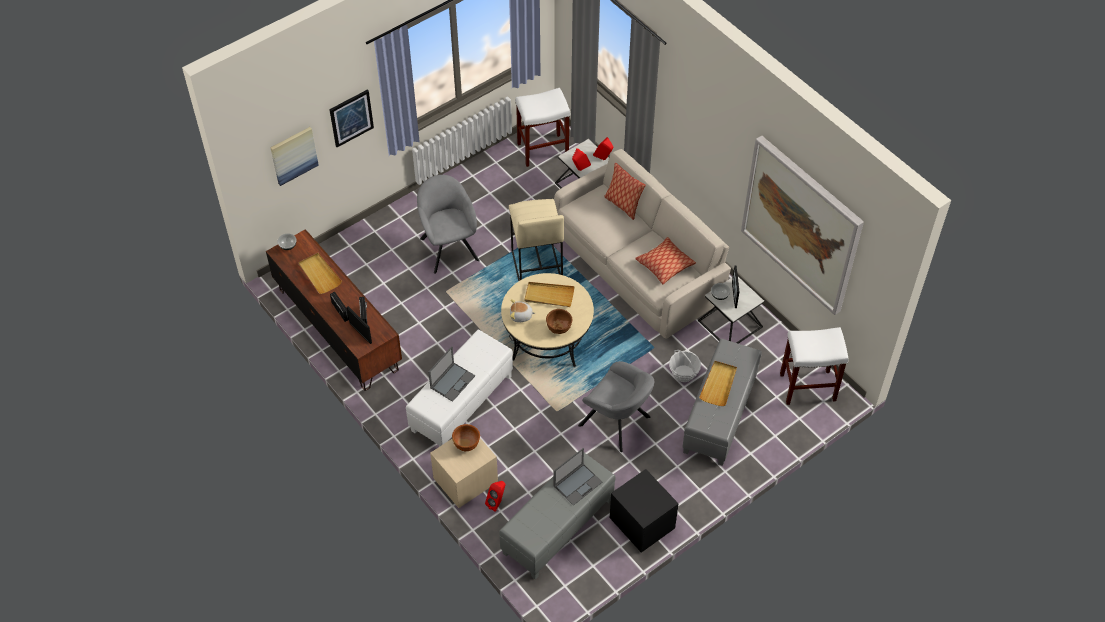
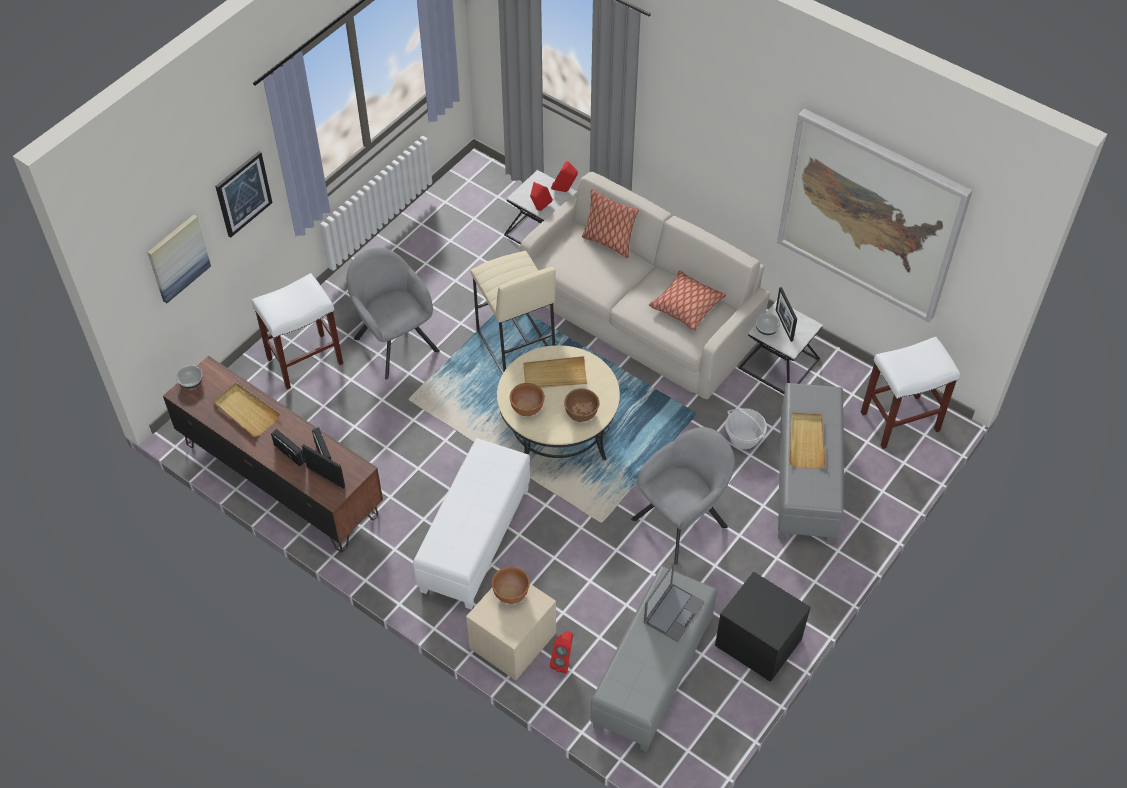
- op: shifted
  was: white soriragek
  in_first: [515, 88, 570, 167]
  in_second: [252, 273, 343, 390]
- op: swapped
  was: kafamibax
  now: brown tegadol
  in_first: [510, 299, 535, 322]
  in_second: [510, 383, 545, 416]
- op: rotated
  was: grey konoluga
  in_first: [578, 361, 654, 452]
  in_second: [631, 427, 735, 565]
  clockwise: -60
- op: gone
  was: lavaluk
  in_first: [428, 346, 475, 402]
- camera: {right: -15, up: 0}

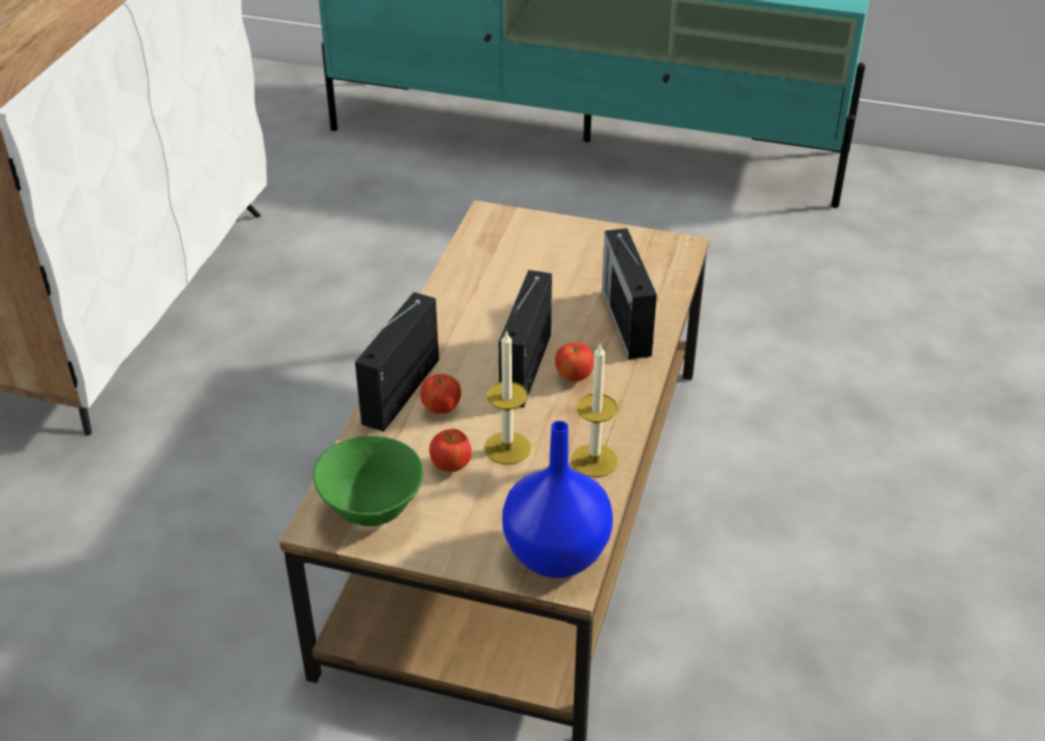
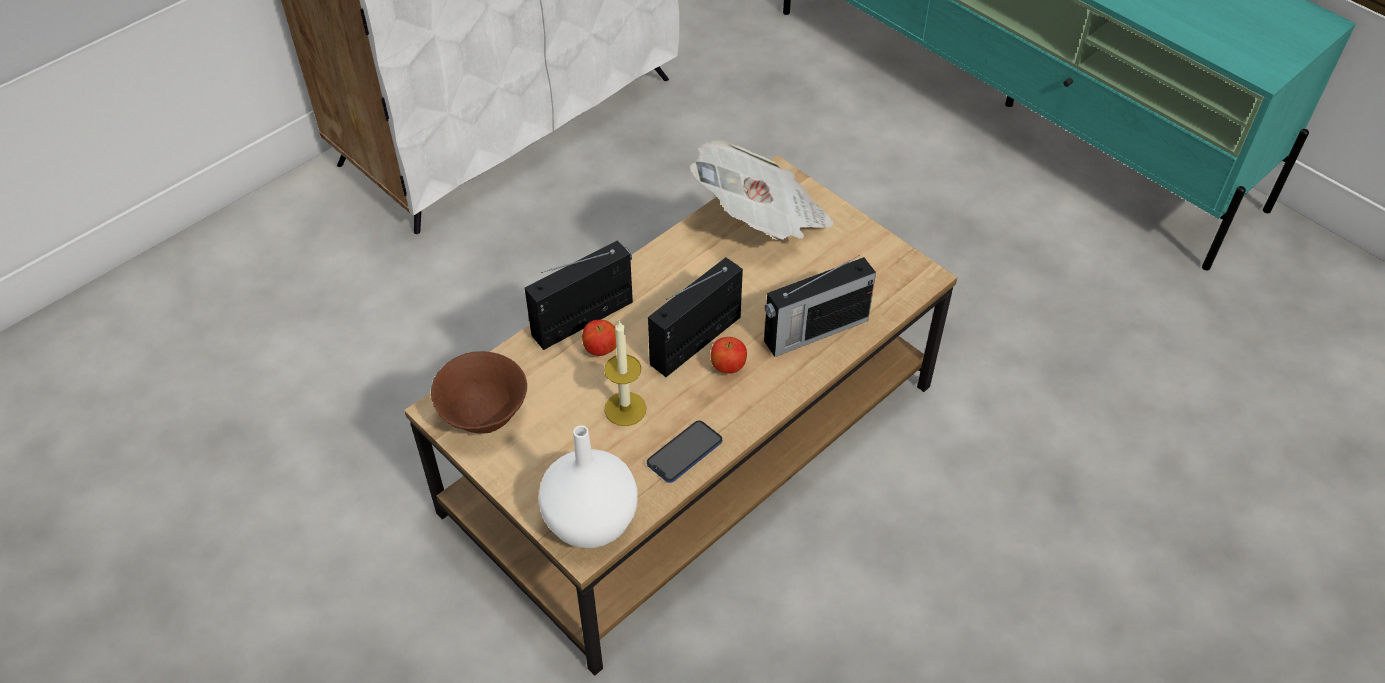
- op: repainted
  was: green tegadol
  now: brown tegadol
  in_first: [313, 436, 423, 526]
  in_second: [431, 351, 527, 434]
- op: repainted
  was: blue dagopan
  now: white dagopan
  in_first: [502, 421, 613, 578]
  in_second: [538, 425, 638, 548]
- op: swapped
  was: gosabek
  now: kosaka
  in_first: [571, 343, 618, 478]
  in_second: [647, 420, 722, 483]
- op: new
  now: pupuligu
  in_second: [689, 140, 833, 240]
- op: rotated
  was: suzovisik
  in_first: [602, 228, 657, 359]
  in_second: [764, 255, 876, 357]
  clockwise: -135
- op: gone
  was: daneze
  in_first: [429, 429, 472, 472]
- camera: {right: 30, up: 10}

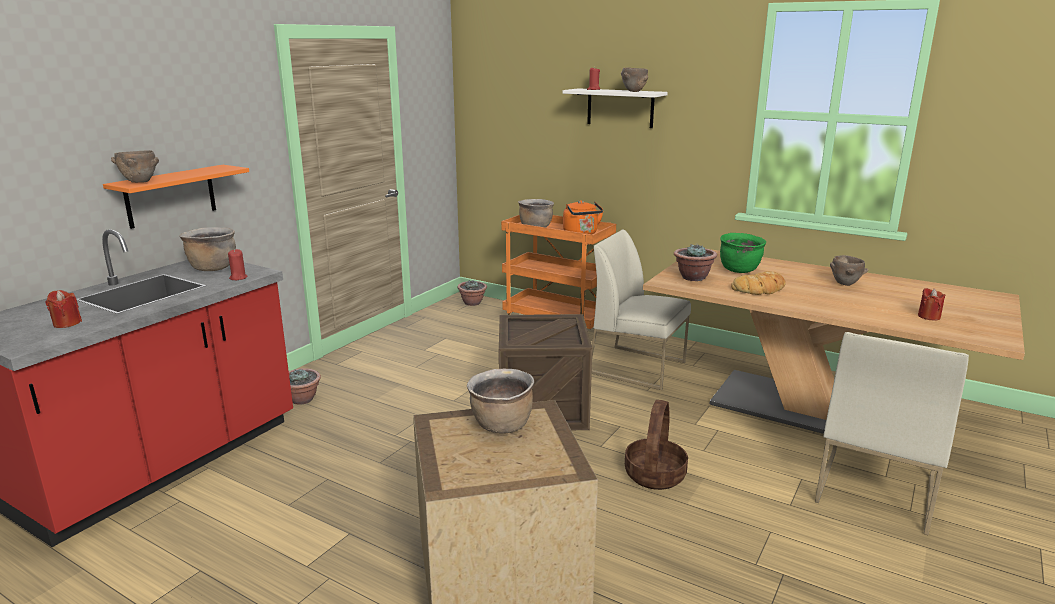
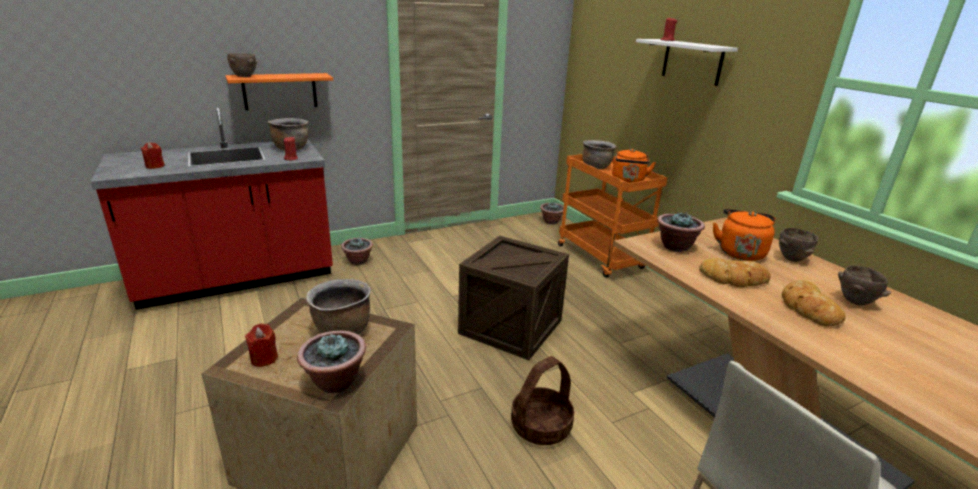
- op: shifted
  was: red gosabek
  in_first: [918, 288, 945, 320]
  in_second: [245, 323, 278, 367]
- op: new
  now: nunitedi
  in_second: [297, 330, 366, 393]
- op: swapped
  was: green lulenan
  now: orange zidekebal
  in_first: [720, 233, 766, 273]
  in_second: [713, 209, 775, 261]
- op: shifted
  was: brown tegadol
  in_first: [621, 67, 648, 92]
  in_second: [779, 228, 818, 262]
- op: new
  now: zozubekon
  in_second: [782, 280, 845, 326]
- op: gone
  was: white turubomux
  in_first: [592, 229, 691, 390]
- camera: {right: 30, up: 5}

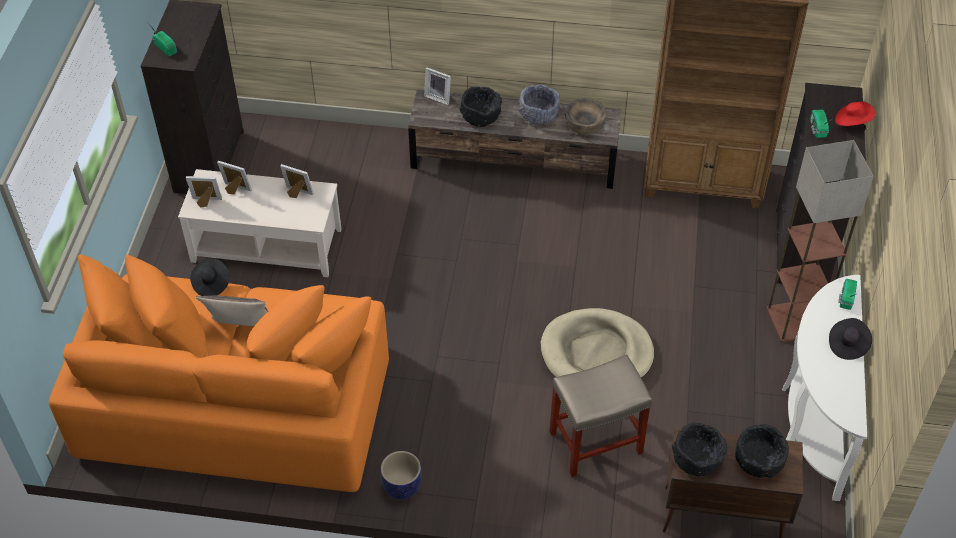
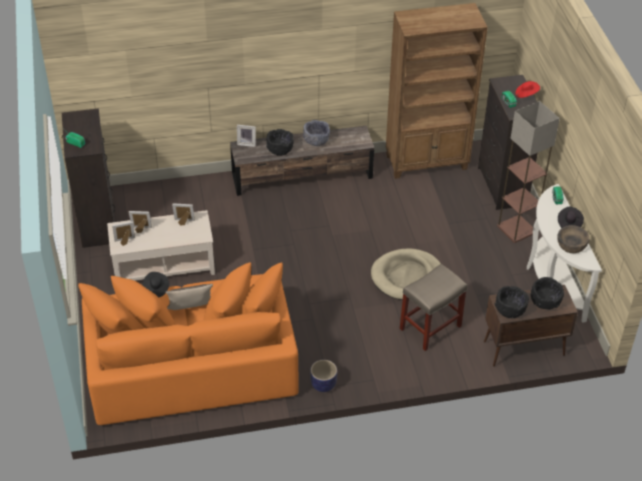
- op: shifted
  was: brown tegadol
  in_first: [565, 98, 607, 135]
  in_second: [557, 225, 589, 253]
- camera: {right: -20, up: -5}

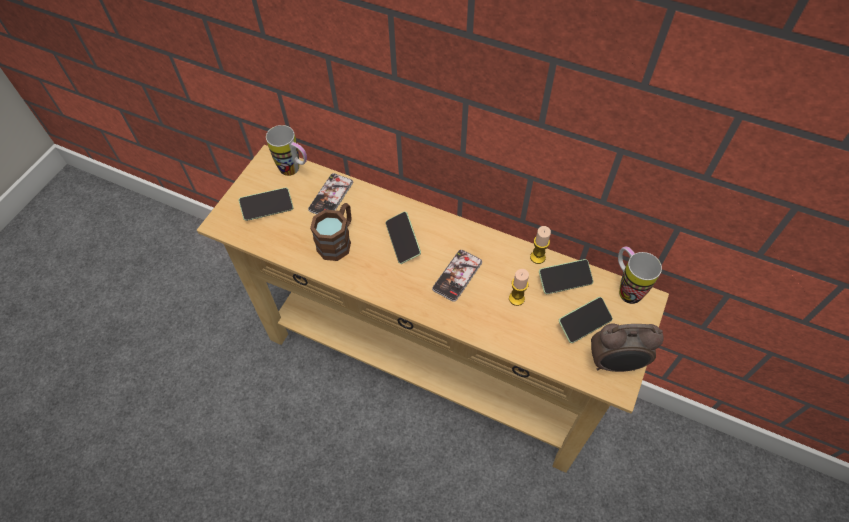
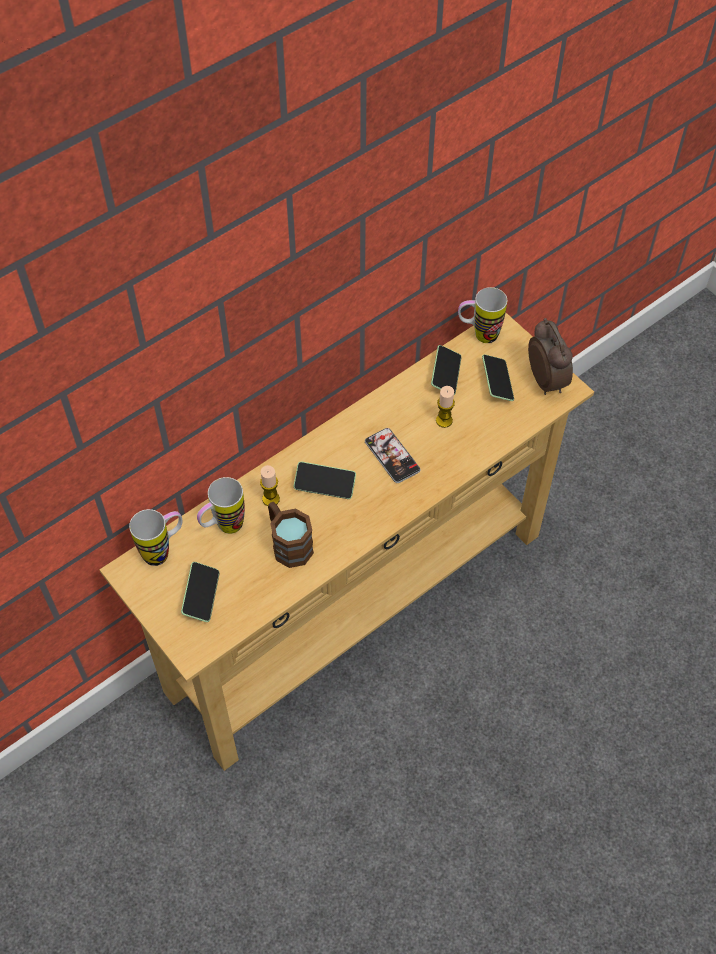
- op: swapped
  was: kosaka
  now: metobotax
  in_first: [308, 173, 353, 214]
  in_second: [197, 477, 245, 534]
- op: shifted
  was: gosabek
  in_first: [530, 226, 551, 264]
  in_second: [260, 465, 280, 506]
- op: rotated
  was: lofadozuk
  in_first: [591, 324, 664, 372]
  in_second: [528, 318, 573, 395]
  clockwise: -45
- camera: {right: -65, up: 0}

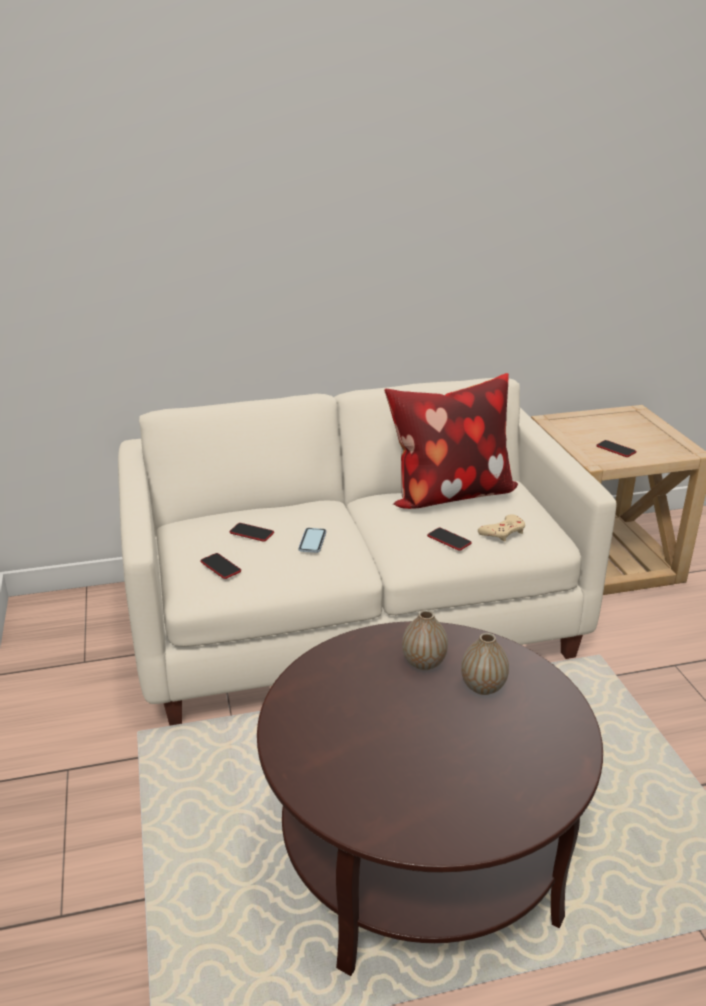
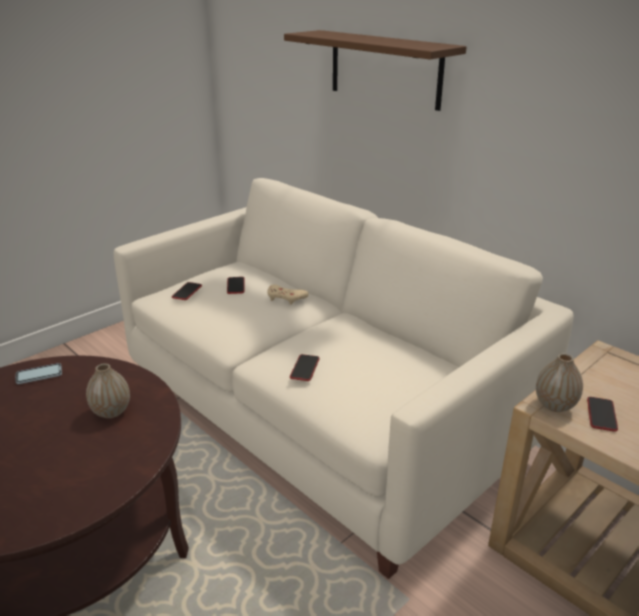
- op: shifted
  was: kosaka
  in_first: [298, 528, 326, 553]
  in_second: [16, 363, 62, 384]
- op: shifted
  was: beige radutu
  in_first: [478, 514, 525, 542]
  in_second: [267, 285, 309, 305]
- op: new
  now: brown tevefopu
  in_second: [284, 30, 466, 111]
- op: shifted
  was: dagopan
  in_first: [461, 633, 509, 695]
  in_second: [536, 353, 583, 412]
- op: gone
  was: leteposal
  in_first: [384, 373, 518, 509]
- camera: {right: 60, up: 0}

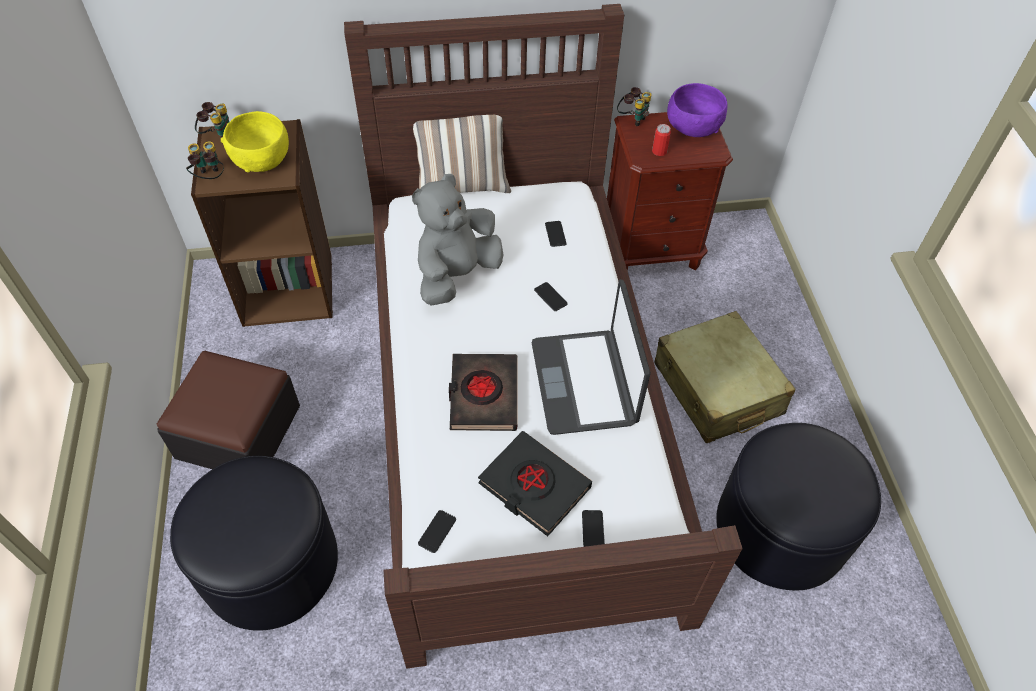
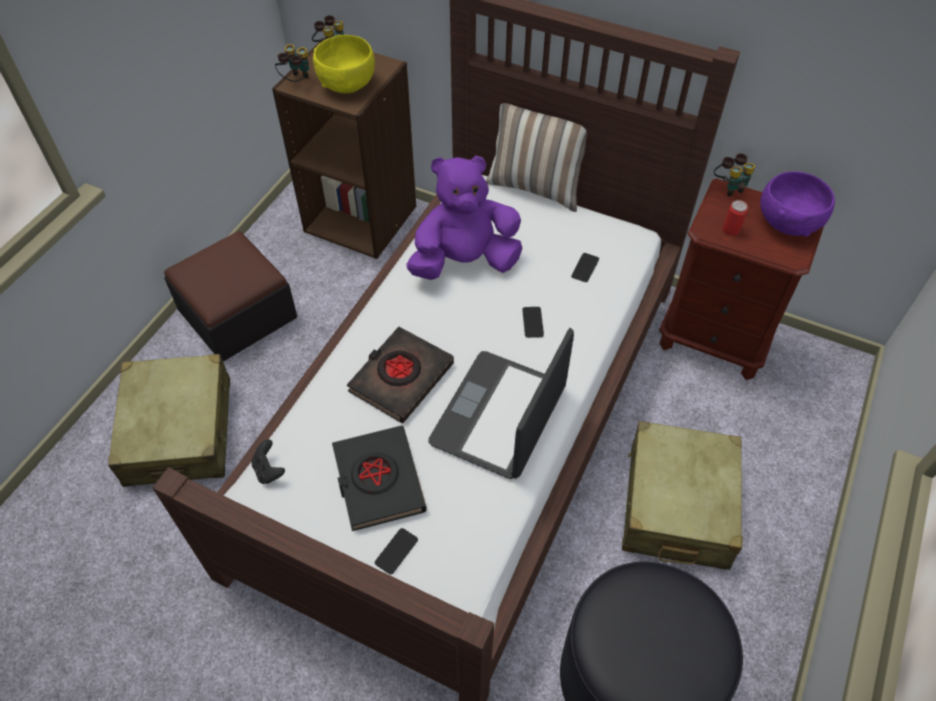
- op: swapped
  was: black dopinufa
  now: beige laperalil
  in_first: [170, 456, 338, 631]
  in_second: [108, 354, 230, 487]
- op: swapped
  was: kosaka
  now: black radutu
  in_first: [418, 510, 456, 553]
  in_second: [251, 440, 285, 484]
- op: repainted
  was: grey kafamibax
  now: purple kafamibax
  in_first: [412, 174, 504, 305]
  in_second: [406, 156, 523, 280]
- camera: {right: 35, up: 0}

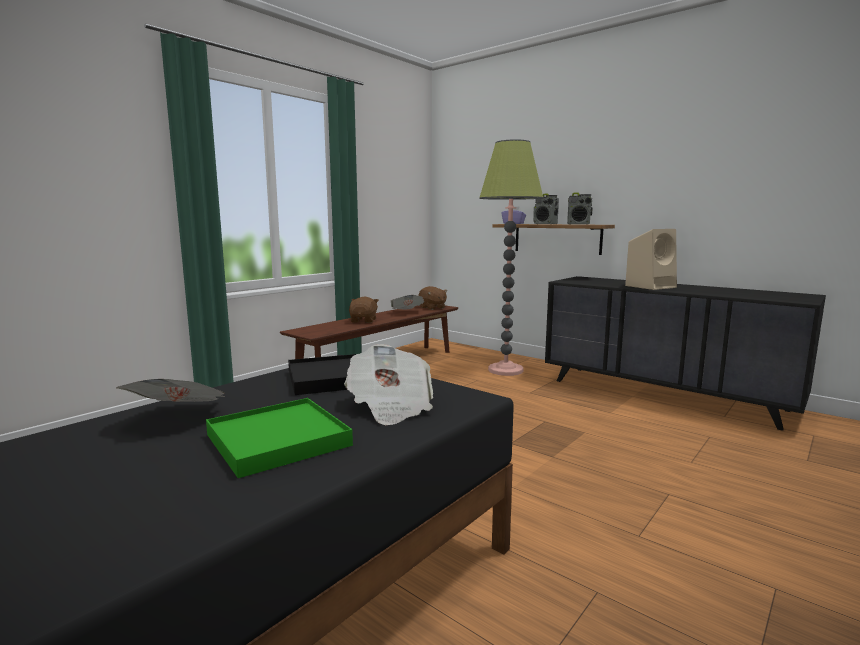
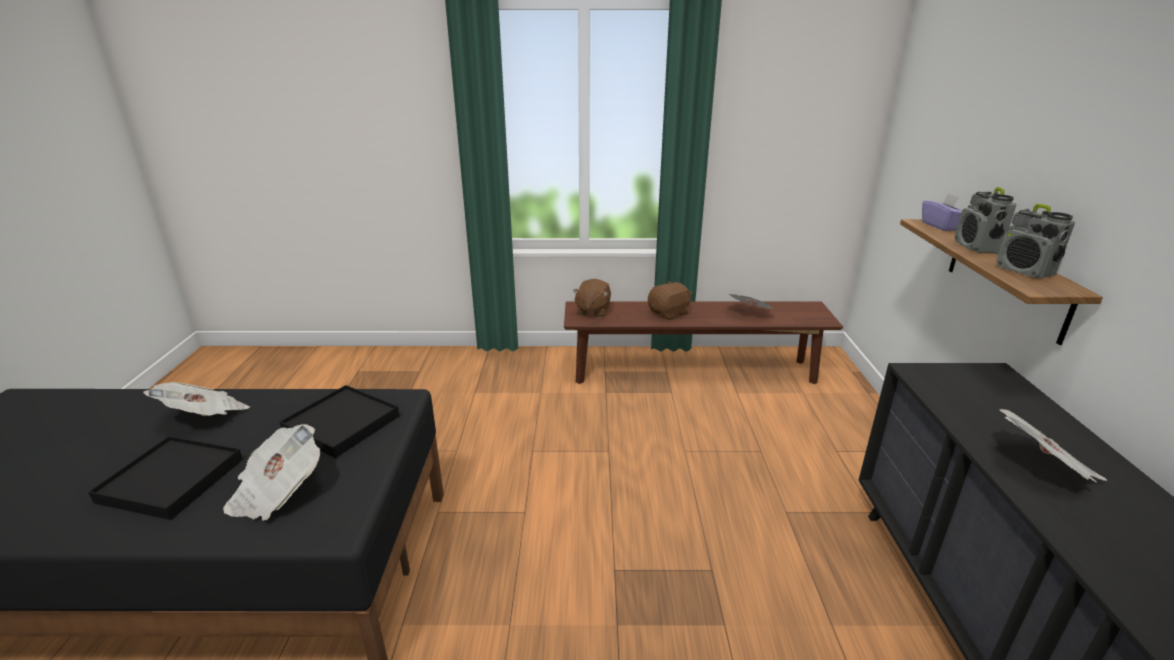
- op: repainted
  was: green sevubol
  now: black sevubol
  in_first: [206, 398, 353, 478]
  in_second: [88, 436, 243, 520]
- op: shifted
  was: brown kafamibax
  in_first: [418, 286, 447, 310]
  in_second: [573, 279, 611, 317]
- op: swapped
  was: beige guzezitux
  now: pupuligu
  in_first: [625, 229, 677, 290]
  in_second: [1000, 409, 1107, 482]
- op: gone
  was: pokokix
  in_first: [479, 140, 543, 376]
- camera: {right: 50, up: 15}

